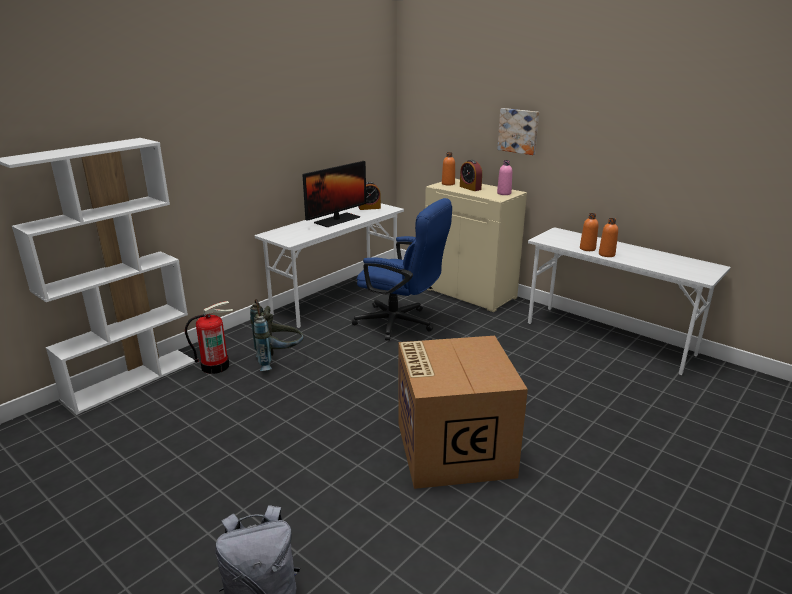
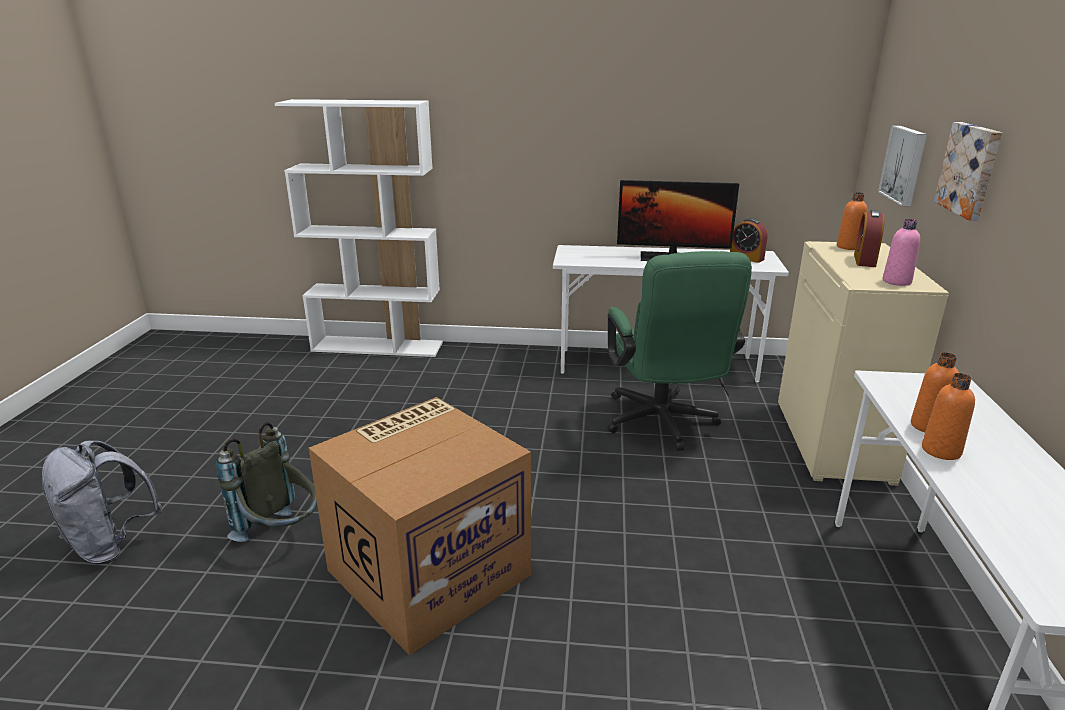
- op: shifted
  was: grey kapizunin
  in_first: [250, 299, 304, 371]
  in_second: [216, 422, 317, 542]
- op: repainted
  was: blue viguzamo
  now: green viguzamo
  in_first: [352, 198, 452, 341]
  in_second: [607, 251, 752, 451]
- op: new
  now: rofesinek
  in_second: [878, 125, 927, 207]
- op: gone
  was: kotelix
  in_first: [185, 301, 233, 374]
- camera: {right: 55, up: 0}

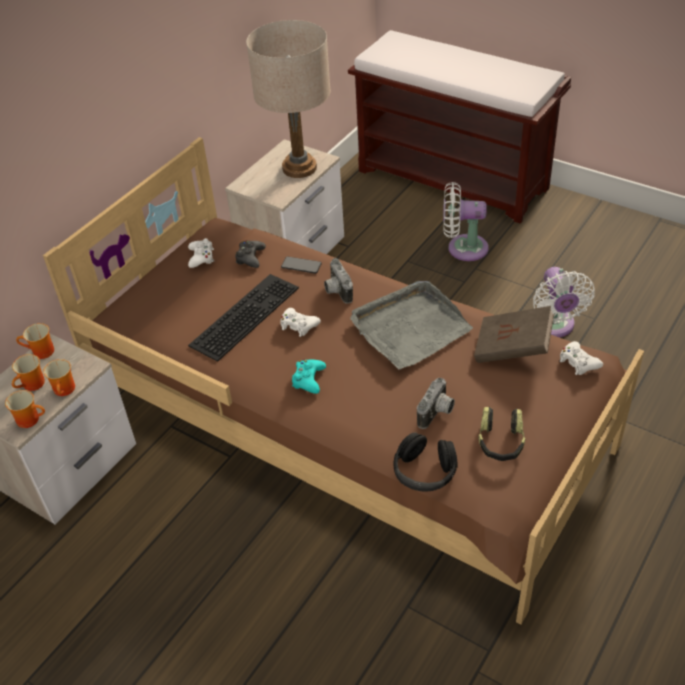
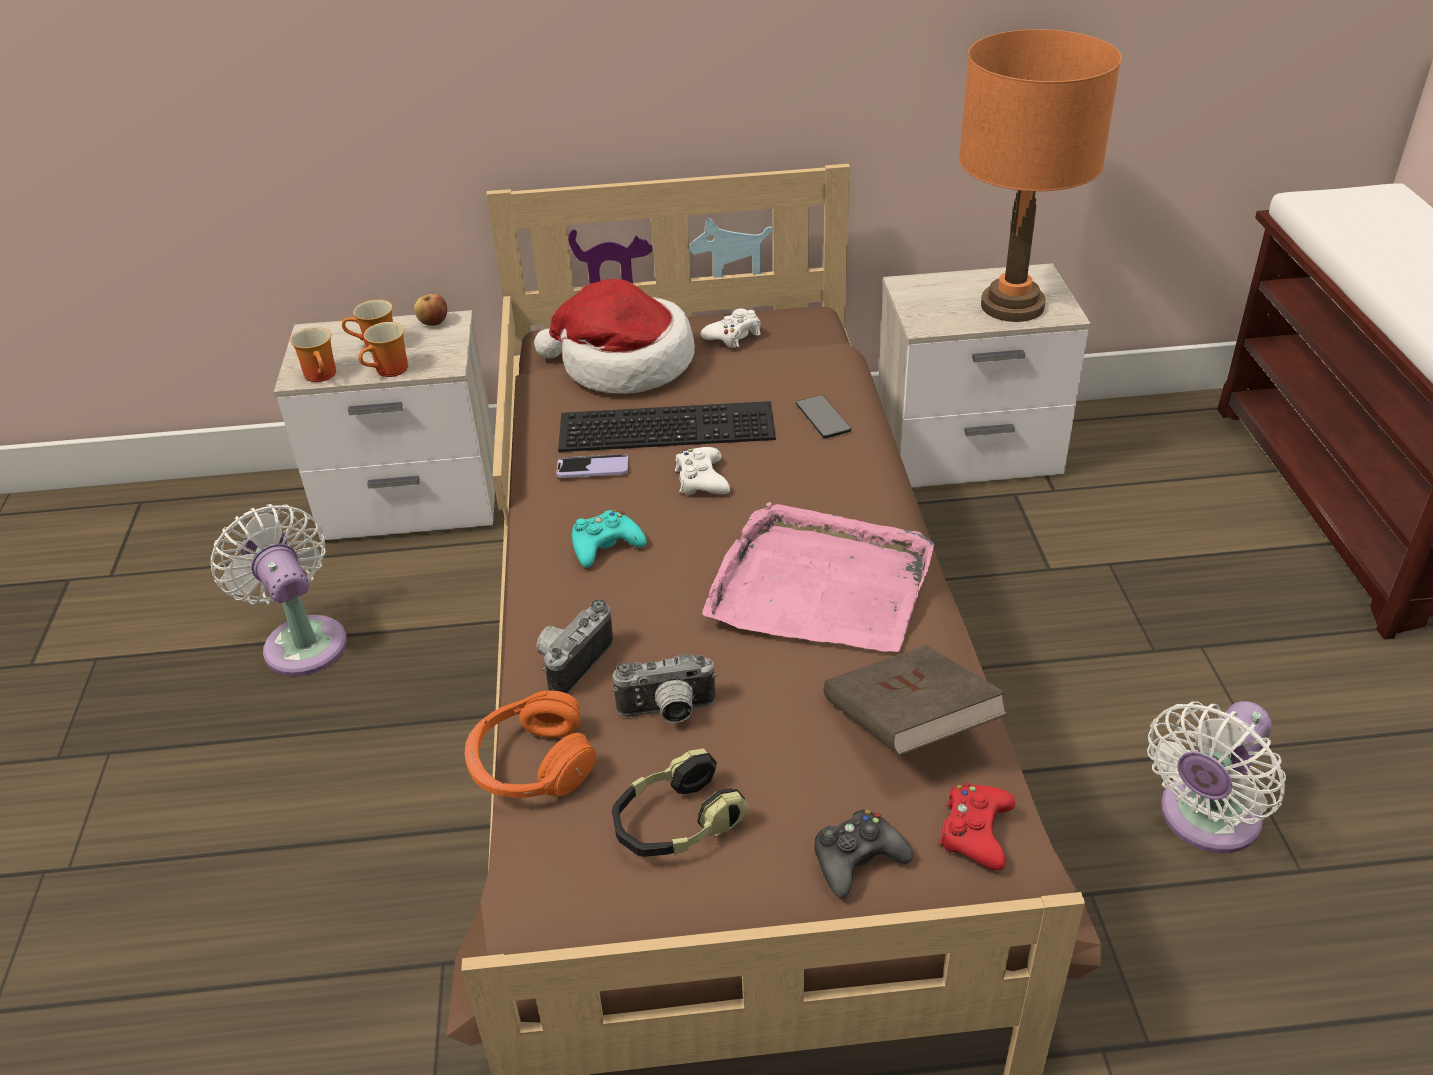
- op: shifted
  was: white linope
  in_first: [443, 182, 489, 261]
  in_second: [211, 504, 347, 676]
- op: swapped
  was: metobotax
  now: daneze
  in_first: [16, 323, 54, 359]
  in_second: [414, 294, 447, 326]
- op: repainted
  was: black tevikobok
  now: orange tevikobok
  in_first: [393, 433, 458, 492]
  in_second: [465, 691, 596, 798]
- op: new
  now: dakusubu
  in_second: [534, 279, 695, 394]
- op: shifted
  was: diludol
  in_first: [324, 258, 353, 304]
  in_second: [536, 599, 613, 694]
- op: new
  now: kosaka
  in_second: [556, 454, 628, 478]
- op: repainted
  was: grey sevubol
  now: pink sevubol
  in_first: [350, 281, 473, 369]
  in_second: [702, 502, 934, 652]
- op: shifted
  was: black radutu
  in_first: [235, 240, 266, 268]
  in_second: [814, 810, 913, 898]
- op: repainted
  was: white radutu
  now: red radutu
  in_first: [560, 341, 603, 375]
  in_second: [938, 783, 1015, 870]
- op: repainted
  was: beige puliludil
  now: orange puliludil
  in_first: [246, 20, 331, 178]
  in_second: [959, 29, 1122, 322]
- camera: {right: 50, up: -5}

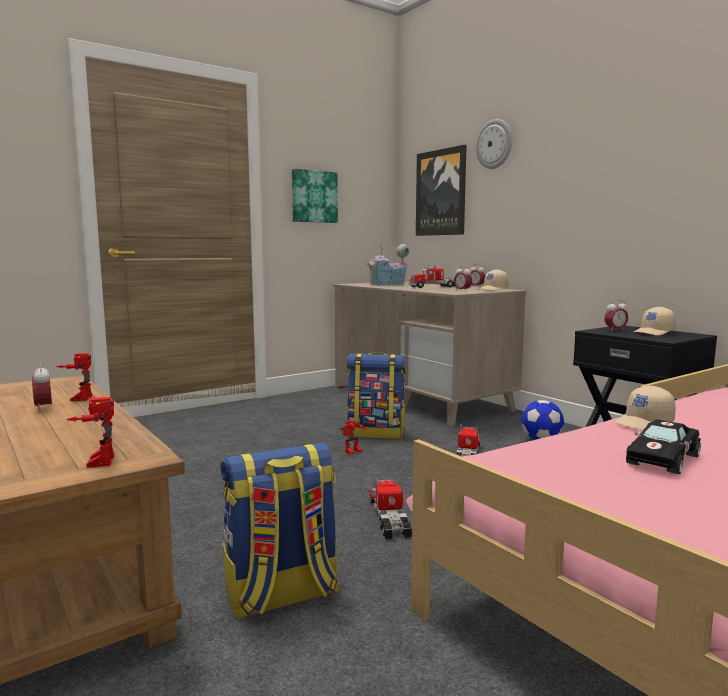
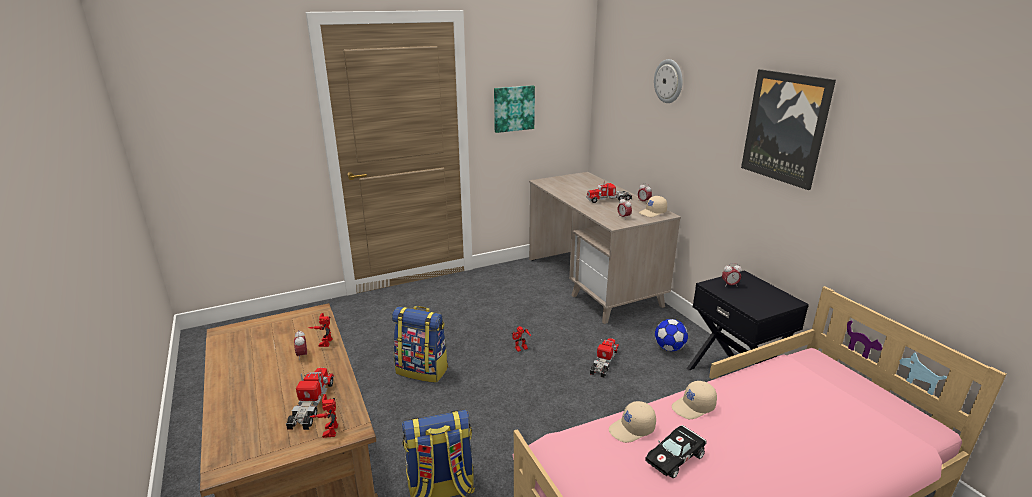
- op: shifted
  was: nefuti
  in_first: [369, 477, 412, 539]
  in_second: [286, 367, 334, 430]
- op: shifted
  was: kapizunin
  in_first: [347, 353, 406, 439]
  in_second: [392, 306, 448, 383]
- op: shifted
  was: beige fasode
  in_first: [634, 306, 676, 335]
  in_second: [609, 401, 656, 443]
- op: shifted
  was: rofesinek
  in_first: [416, 145, 467, 236]
  in_second: [741, 69, 836, 190]
- op: gone
  was: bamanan
  in_first: [367, 242, 410, 286]
- camera: {right: 10, up: 15}

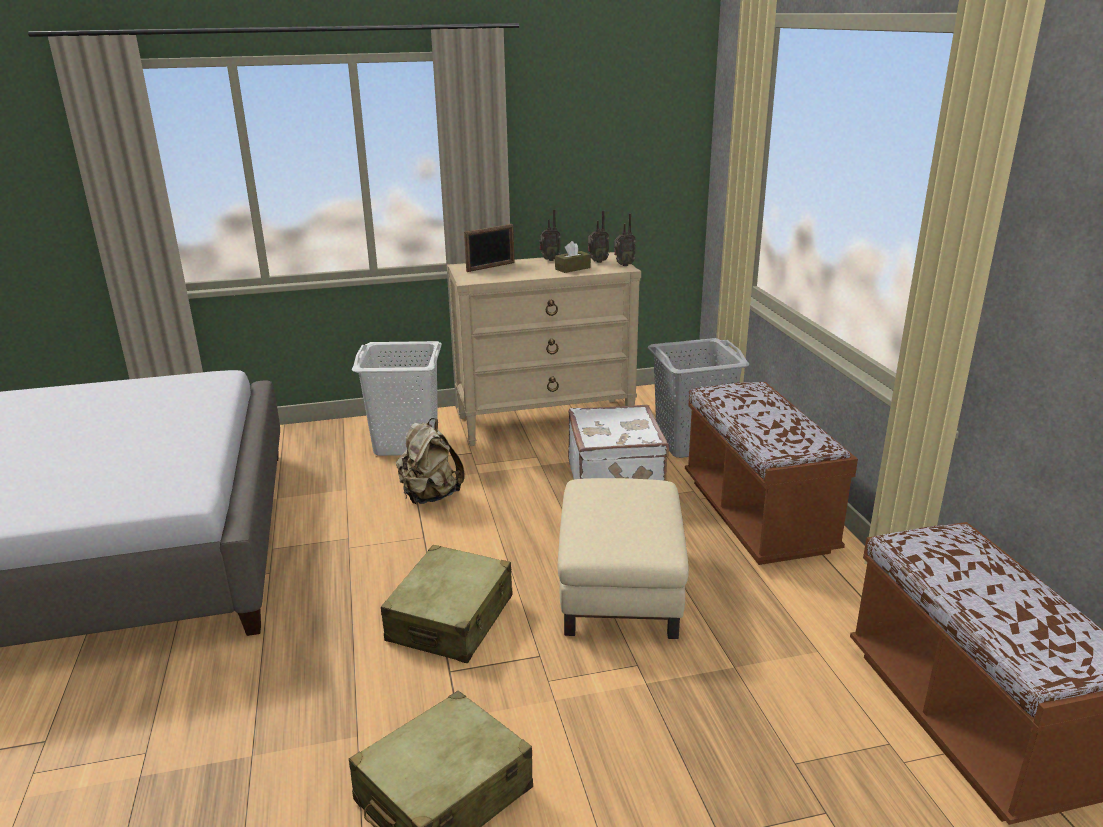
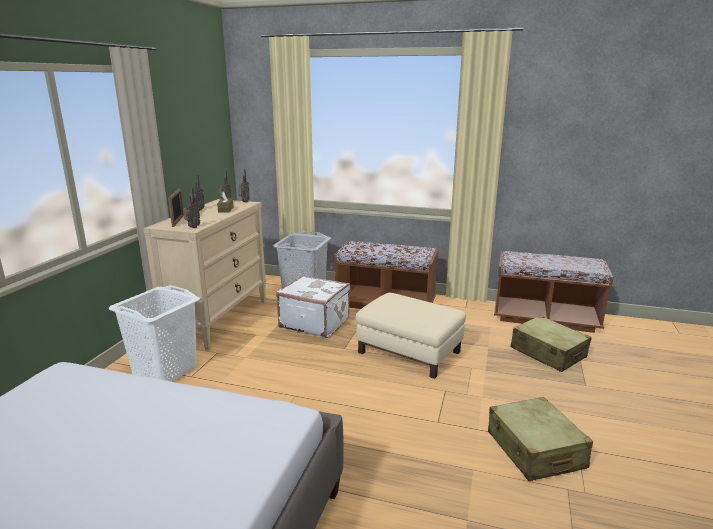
- op: new
  now: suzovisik
  in_second: [183, 188, 200, 228]
- op: shifted
  was: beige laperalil
  in_first: [381, 545, 512, 663]
  in_second: [511, 315, 592, 372]
- op: gone
  was: beige kapizunin
  in_first: [396, 418, 465, 504]
- camera: {right: -60, up: -5}

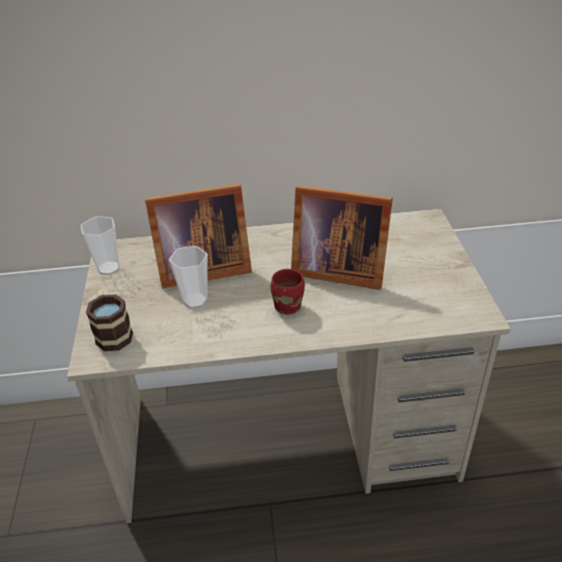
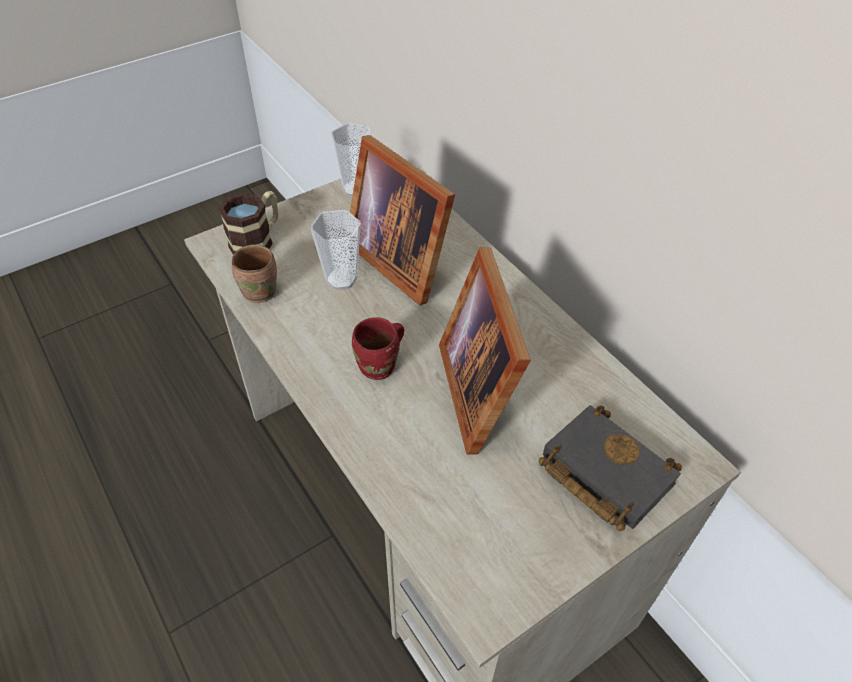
- op: new
  now: brown metobotax
  in_second: [232, 244, 277, 303]
- op: new
  now: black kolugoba
  in_second: [539, 405, 682, 531]
- camera: {right: 60, up: 10}

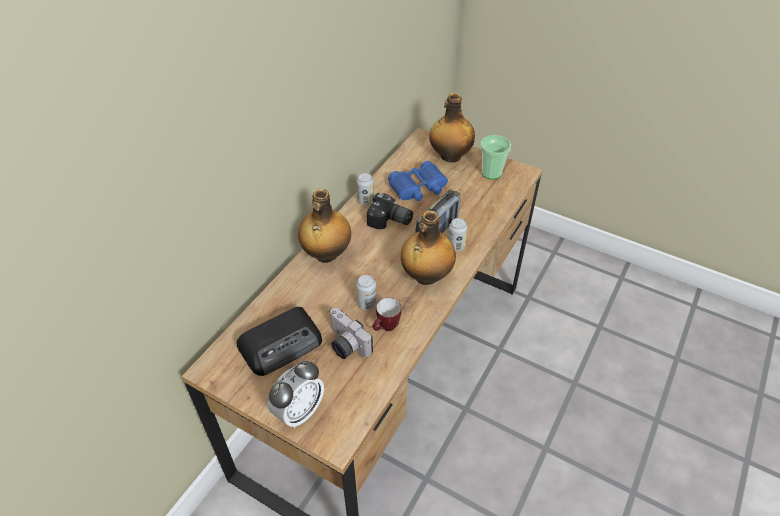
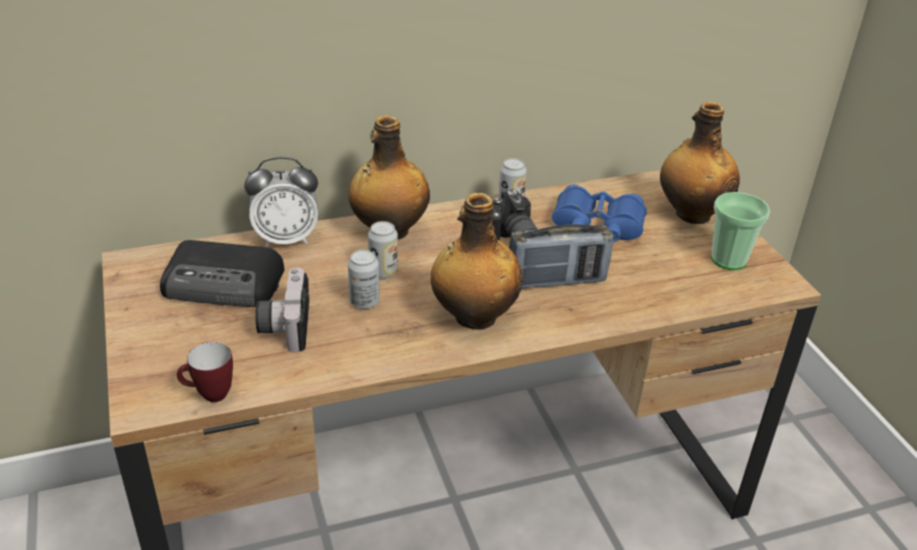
- op: shifted
  was: metobotax
  in_first: [373, 298, 401, 331]
  in_second: [177, 342, 233, 402]
- op: shifted
  was: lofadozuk
  in_first: [267, 361, 324, 428]
  in_second: [244, 157, 318, 247]
- op: shifted
  was: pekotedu
  in_first: [448, 218, 467, 251]
  in_second: [368, 221, 398, 278]
- camera: {right: 40, up: -10}

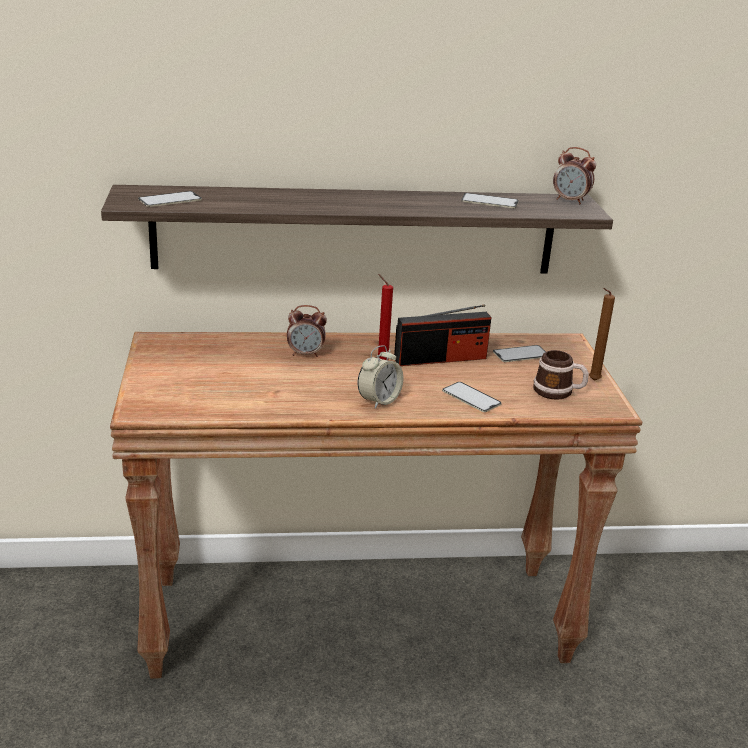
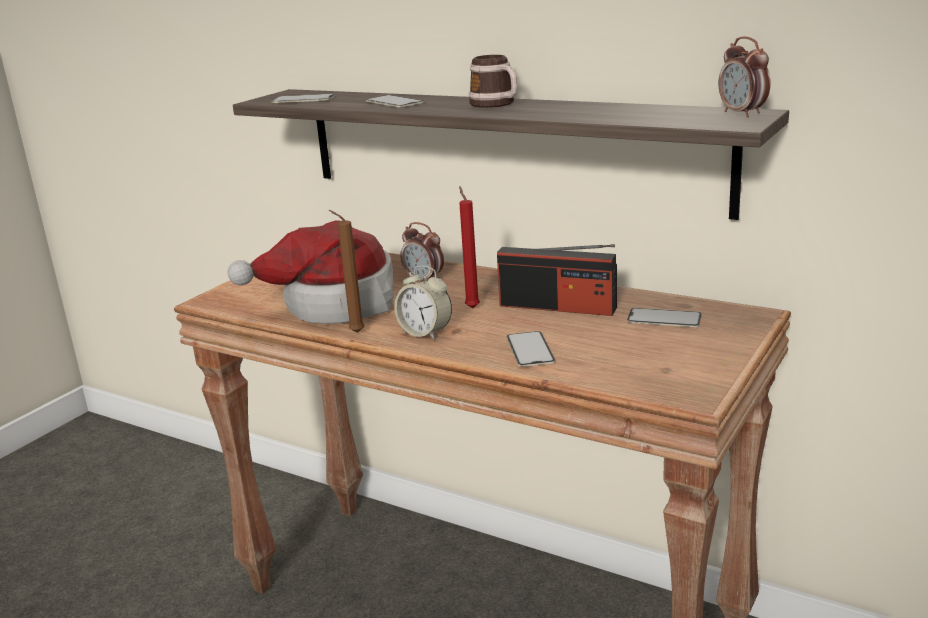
- op: new
  now: dakusubu
  in_second: [228, 220, 393, 324]
- op: shifted
  was: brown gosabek
  in_first: [589, 288, 615, 381]
  in_second: [329, 210, 364, 333]
- op: shifted
  was: kosaka
  in_first: [461, 193, 519, 208]
  in_second: [366, 95, 424, 107]
- op: rotated
  was: lofadozuk
  in_first: [358, 345, 403, 409]
  in_second: [394, 265, 452, 340]
  clockwise: 45
- op: shifted
  was: metobotax
  in_first: [533, 350, 589, 400]
  in_second: [468, 55, 518, 108]
- camera: {right: 40, up: -5}

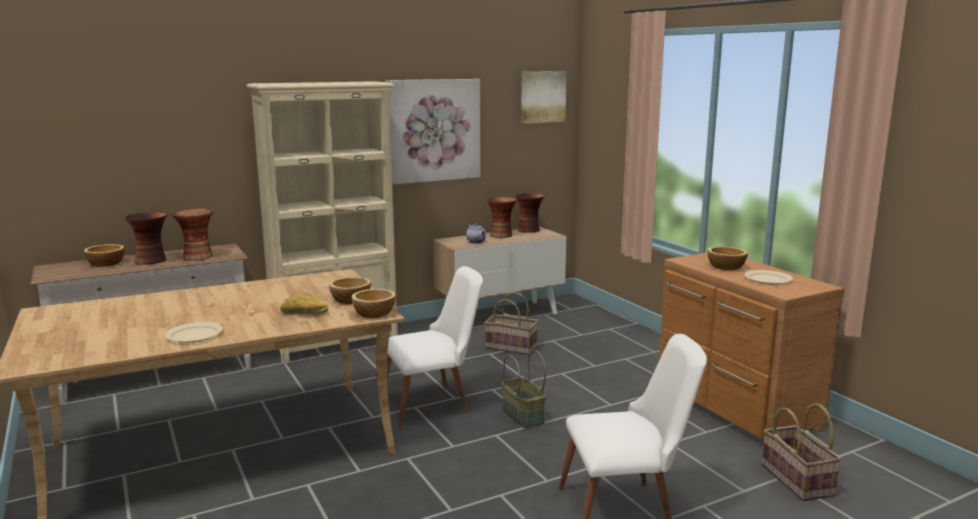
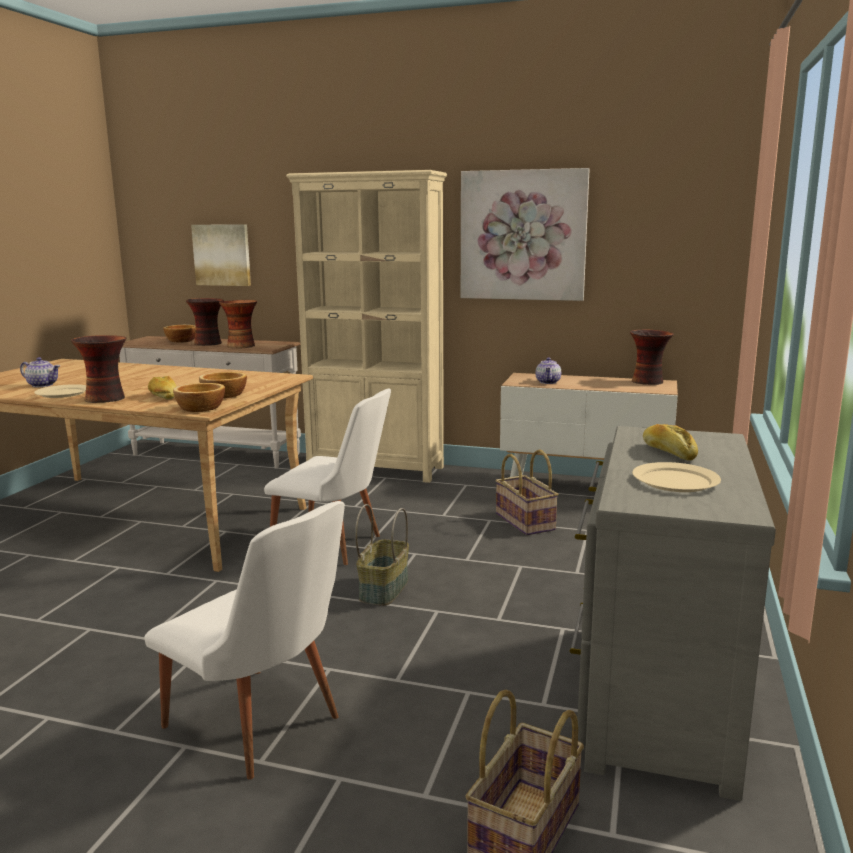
- op: new
  now: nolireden
  in_second: [20, 357, 60, 387]
- op: shifted
  was: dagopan
  in_first: [486, 197, 517, 238]
  in_second: [71, 335, 126, 403]
- op: shifted
  was: rofesinek
  in_first: [521, 71, 567, 124]
  in_second: [191, 224, 251, 286]
- op: repainted
  was: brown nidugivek
  now: grey nidugivek
  in_first: [659, 252, 844, 439]
  in_second: [570, 426, 776, 801]
- op: swapped
  was: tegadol
  now: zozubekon
  in_first: [708, 247, 748, 270]
  in_second: [643, 424, 698, 461]
- camera: {right: 45, up: 0}

